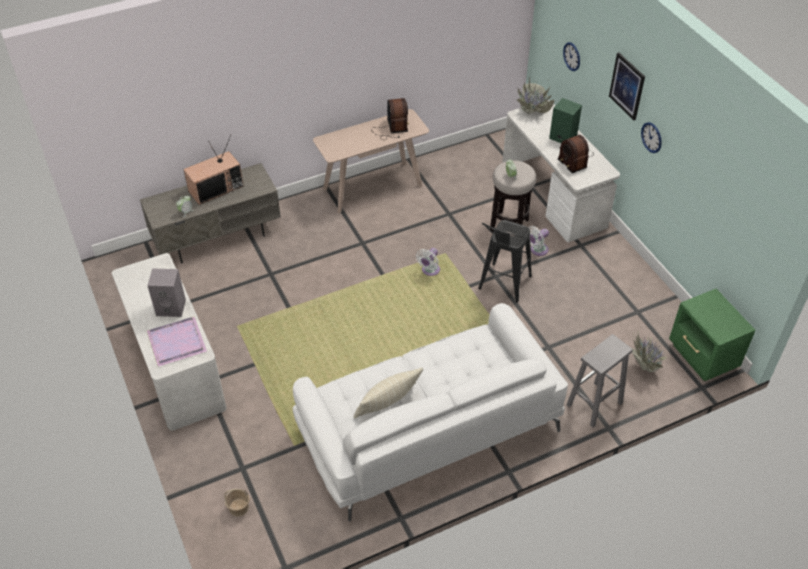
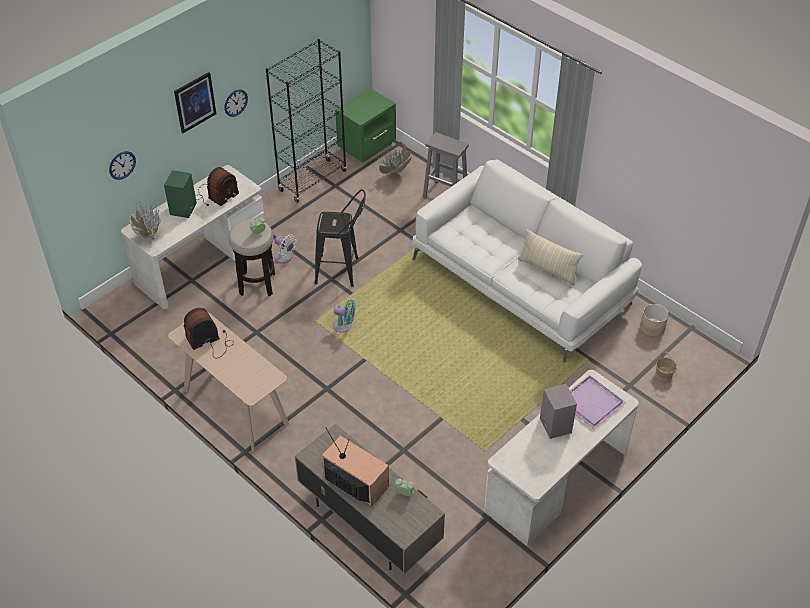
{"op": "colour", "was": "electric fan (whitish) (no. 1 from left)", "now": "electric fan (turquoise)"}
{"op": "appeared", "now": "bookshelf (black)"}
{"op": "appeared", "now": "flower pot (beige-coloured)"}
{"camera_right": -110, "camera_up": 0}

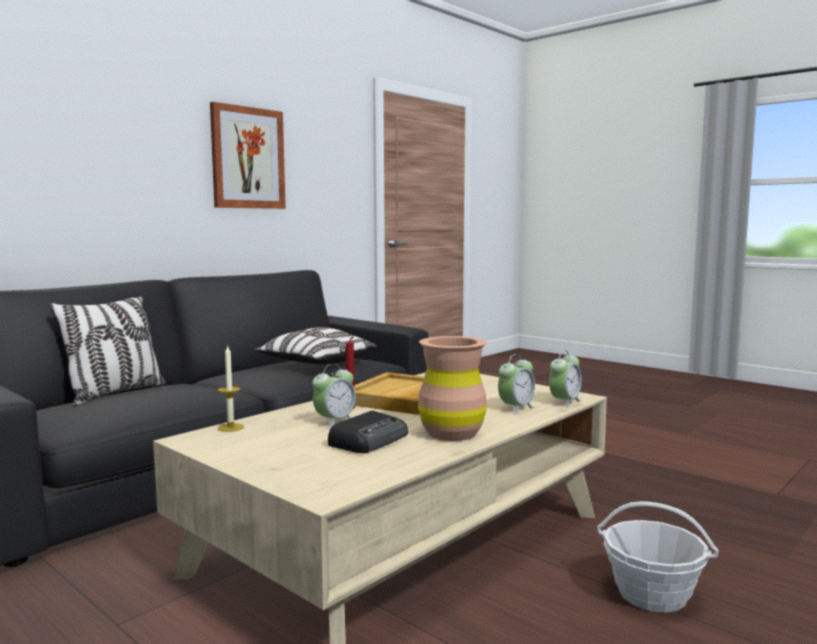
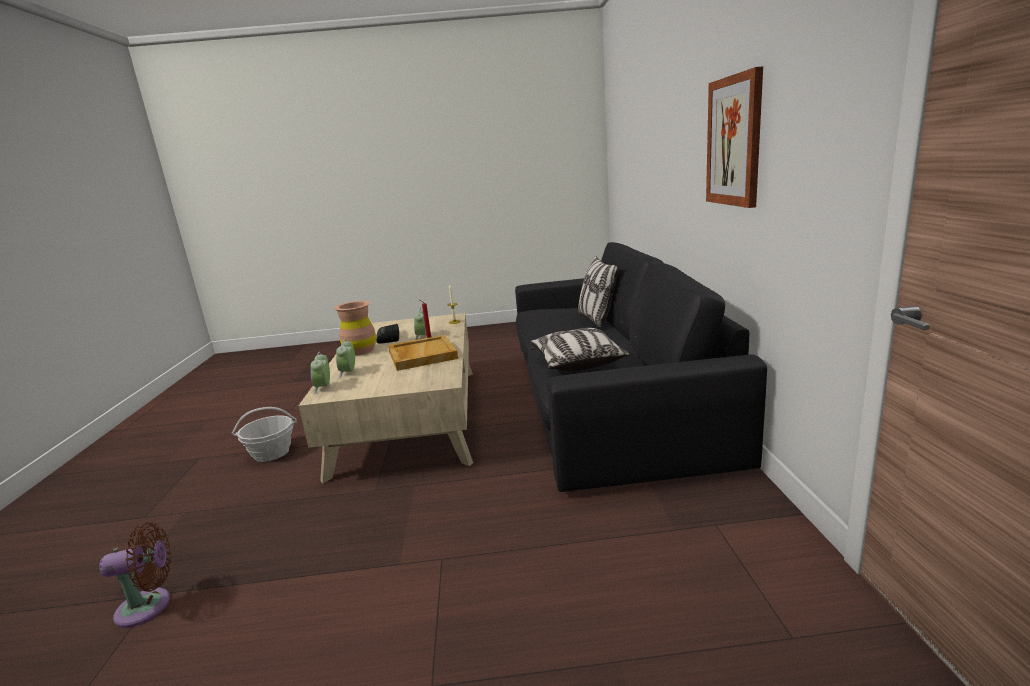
{"op": "appeared", "now": "electric fan (brown)"}
{"camera_right": 135, "camera_up": 10}

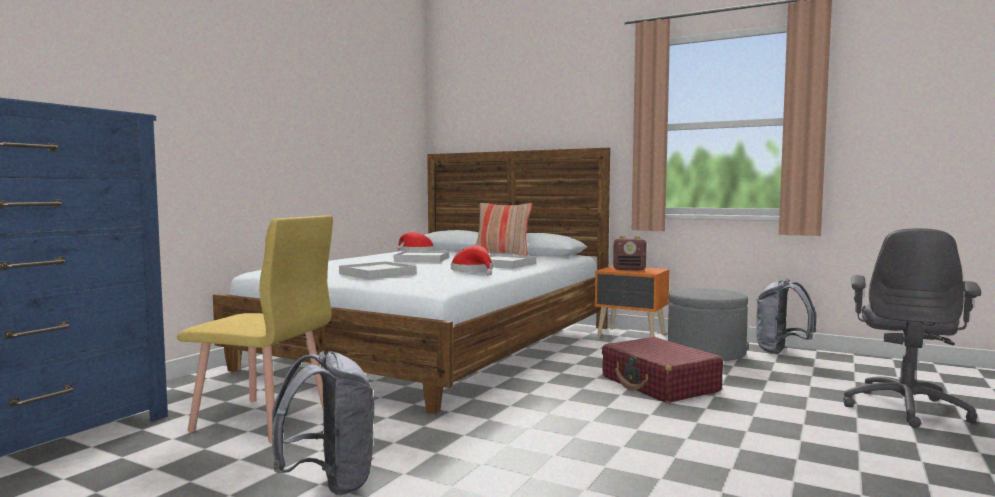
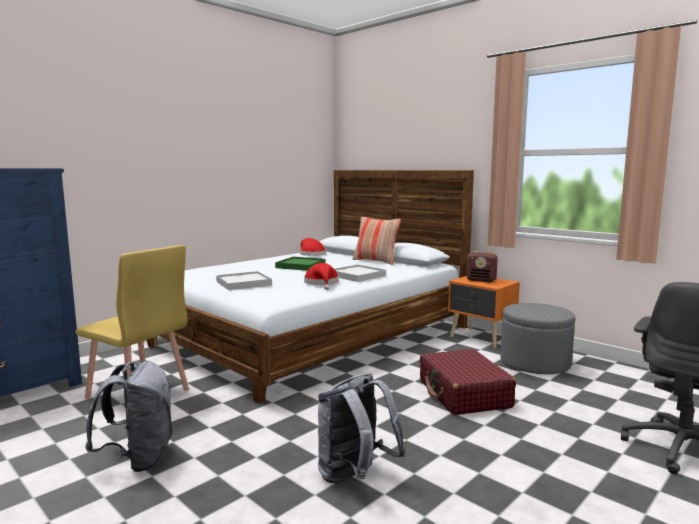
{"op": "colour", "was": "carrying tray (whitish) (no. 2 from left)", "now": "carrying tray (green)"}
{"op": "relocated", "was": "rucksack (gray) (no. 2 from left)"}
{"camera_right": 15, "camera_up": 5}

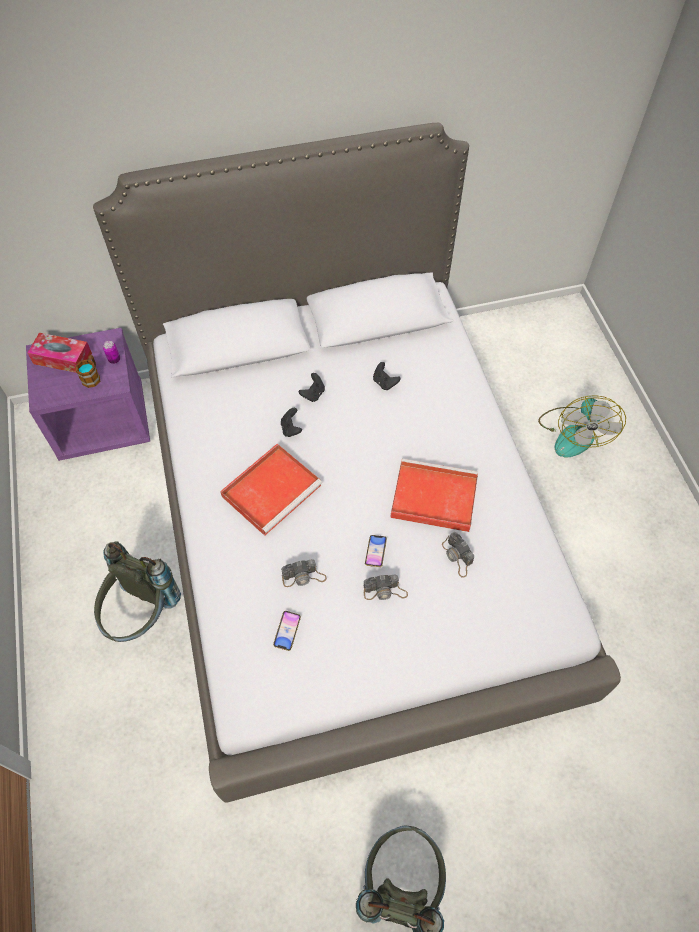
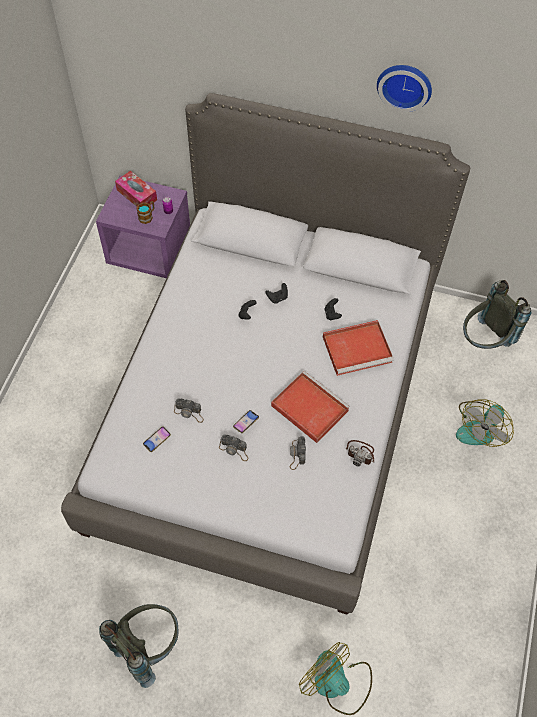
{"op": "relocated", "was": "rucksack (gray) (no. 1 from left in the first image)", "now": "rucksack (gray) (no. 2 from left)"}
{"op": "relocated", "was": "carrying tray (reddish) (no. 1 from left in the first image)", "now": "carrying tray (reddish) (no. 2 from left)"}
{"op": "appeared", "now": "electric fan (no. 1 from left)"}
{"op": "appeared", "now": "still camera (no. 4 from left)"}
{"op": "appeared", "now": "wall clock"}
{"camera_right": 30, "camera_up": 0}

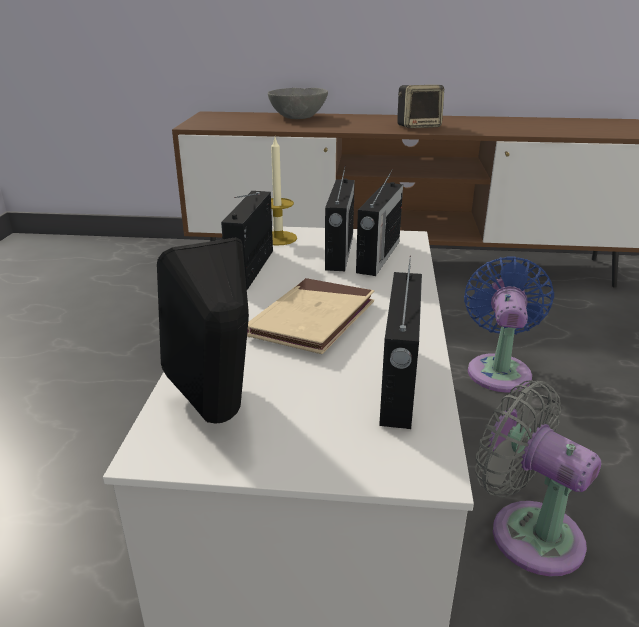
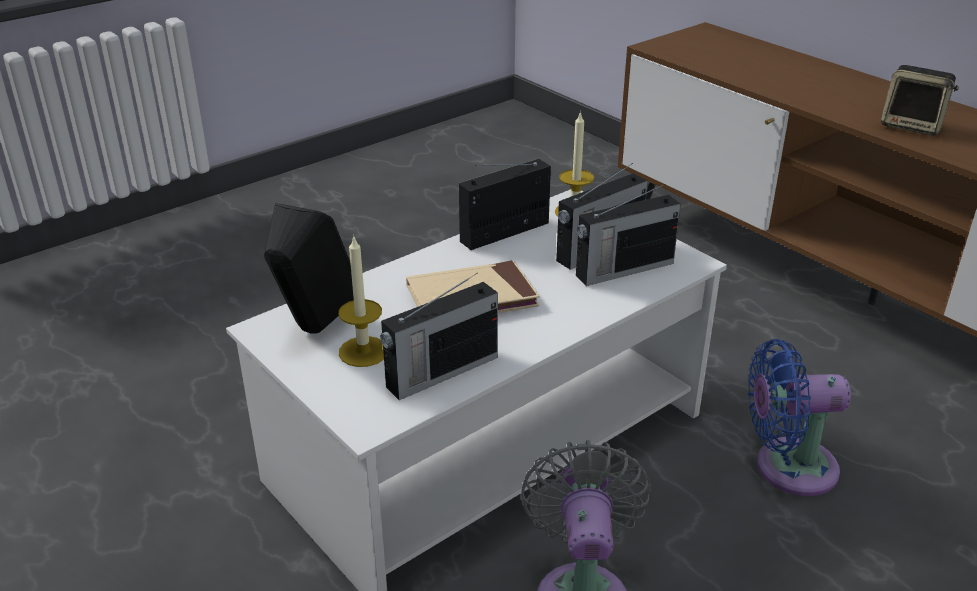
{"op": "missing", "was": "serving bowl (gray)"}
{"op": "spun", "was": "electric fan (blue)", "clockwise": -150}
{"op": "appeared", "now": "wax candle (no. 1 from left)"}
{"camera_right": 45, "camera_up": 5}

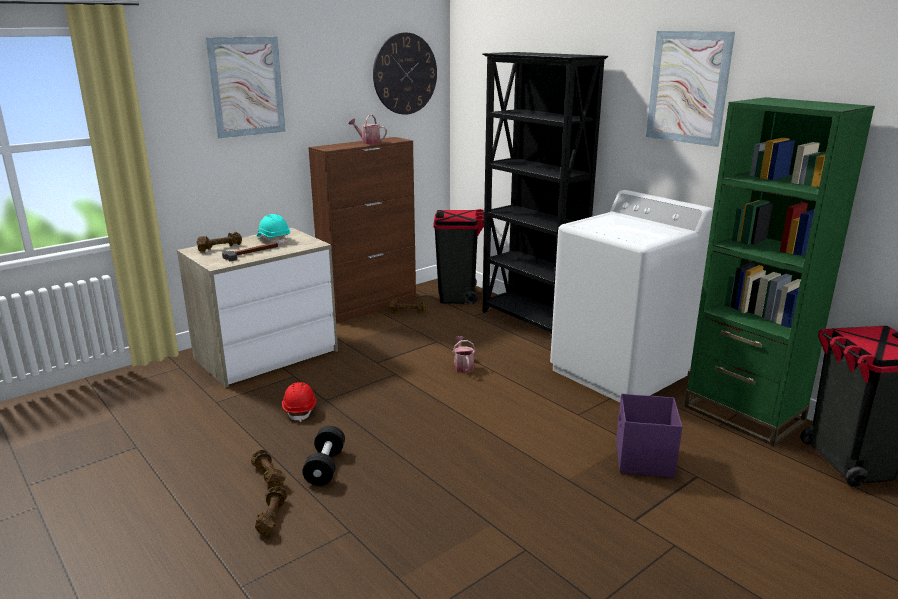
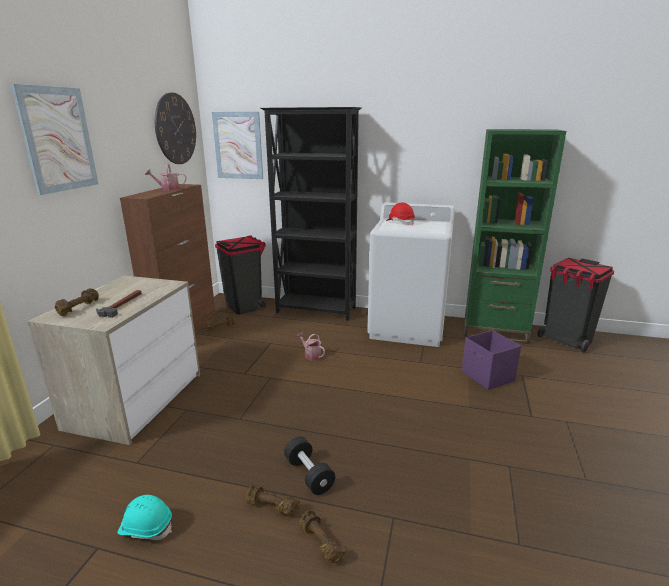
{"op": "relocated", "was": "work helmet (turquoise)"}
{"op": "relocated", "was": "work helmet (reddish)"}
{"op": "relocated", "was": "wall picture (no. 2 from left)"}
{"camera_right": -35, "camera_up": 0}

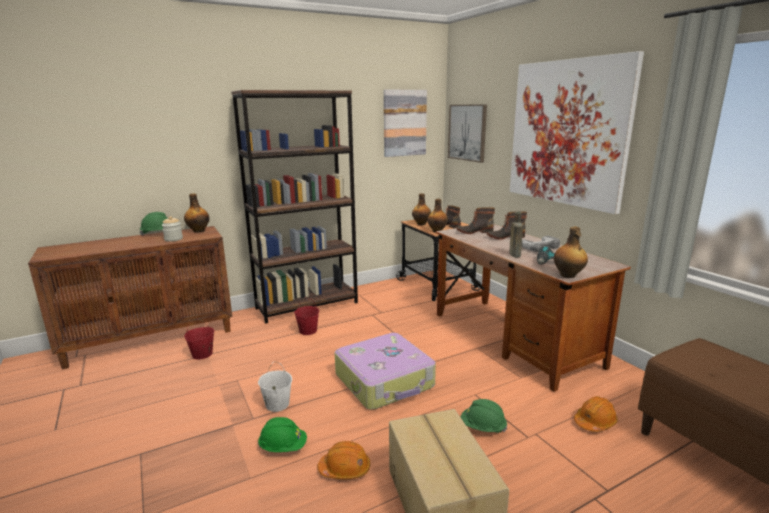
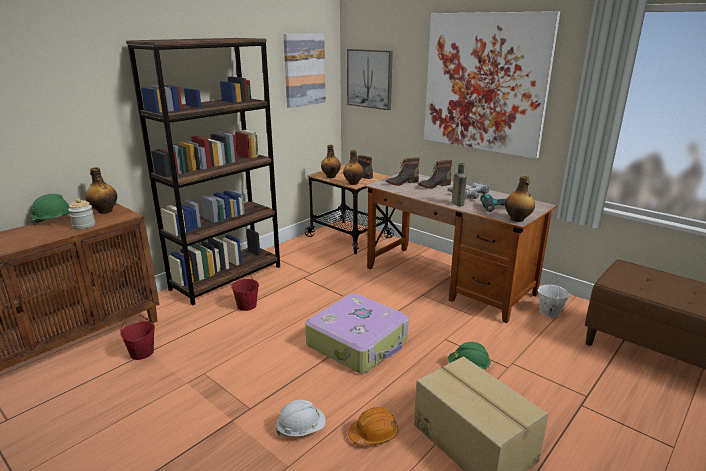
{"op": "relocated", "was": "water bucket (whitish)"}
{"op": "colour", "was": "work helmet (green) (no. 2 from left)", "now": "work helmet (whitish)"}
{"op": "missing", "was": "work helmet (orangey) (no. 2 from left)"}
{"camera_right": -20, "camera_up": 5}

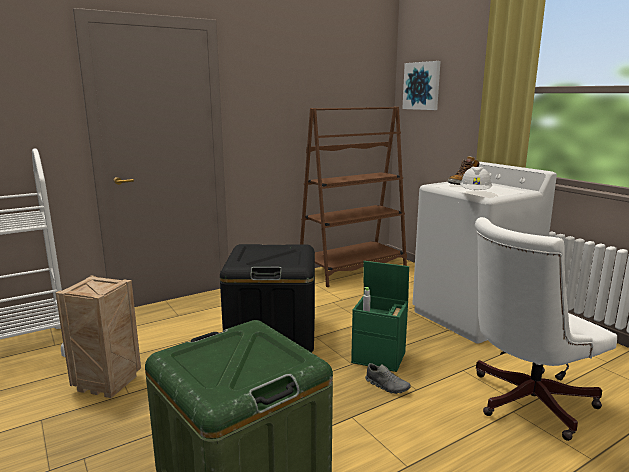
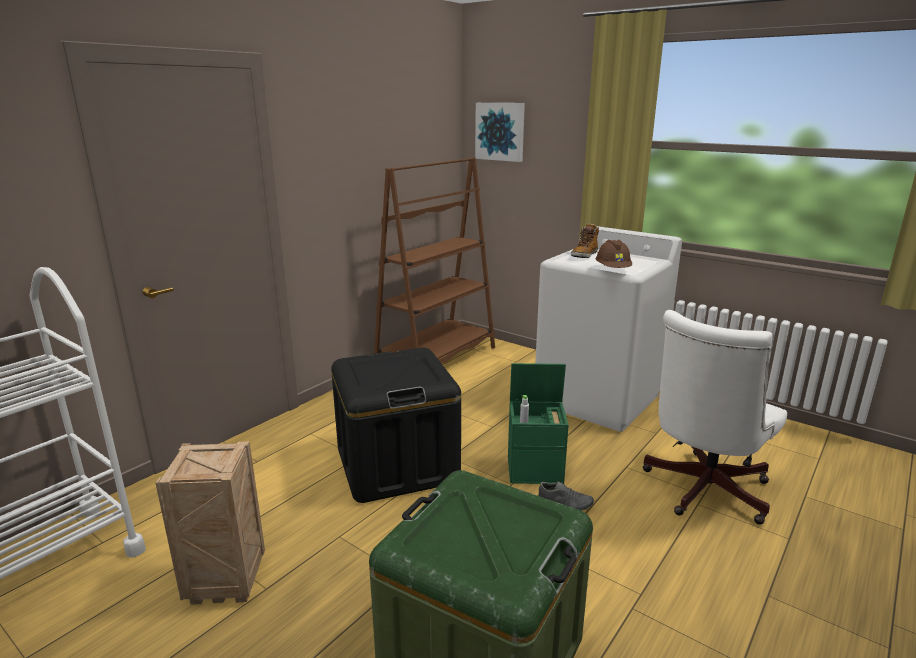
{"op": "colour", "was": "work helmet (whitish)", "now": "work helmet (brown)"}
{"camera_right": -20, "camera_up": 5}

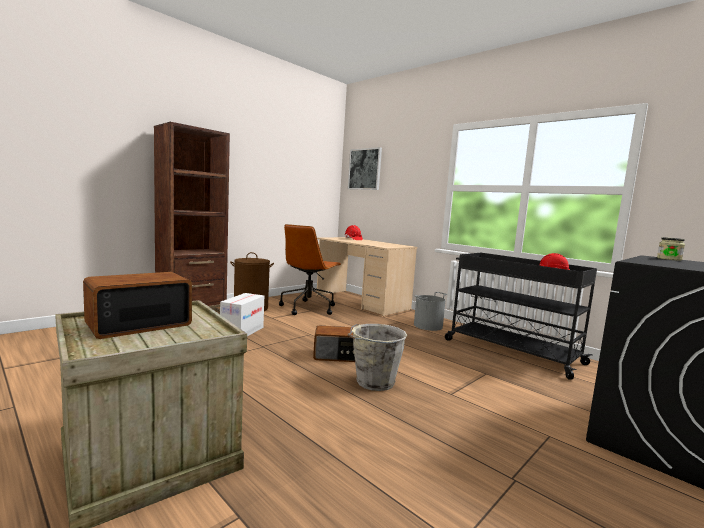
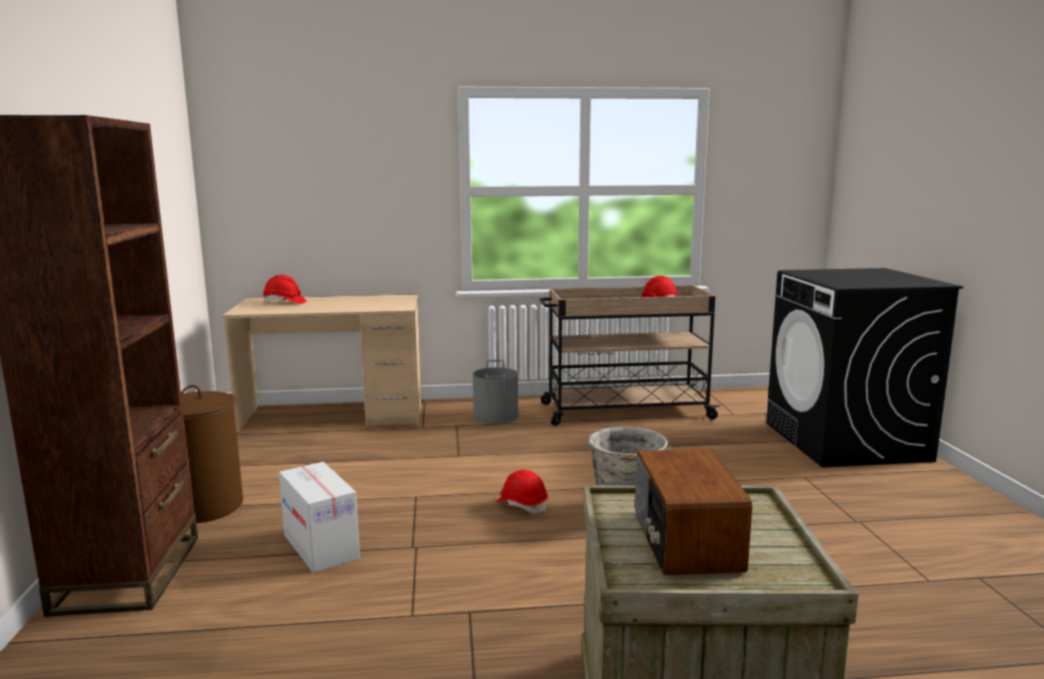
{"op": "missing", "was": "desk chair (brown)"}
{"op": "exchanged", "was": "radio receiver (no. 2 from left)", "now": "work helmet (reddish) (no. 2 from left)"}
{"op": "missing", "was": "wall picture"}
{"op": "colour", "was": "trolley (black)", "now": "trolley (beige-coloured)"}
{"op": "missing", "was": "storage jar"}
{"camera_right": -50, "camera_up": 5}

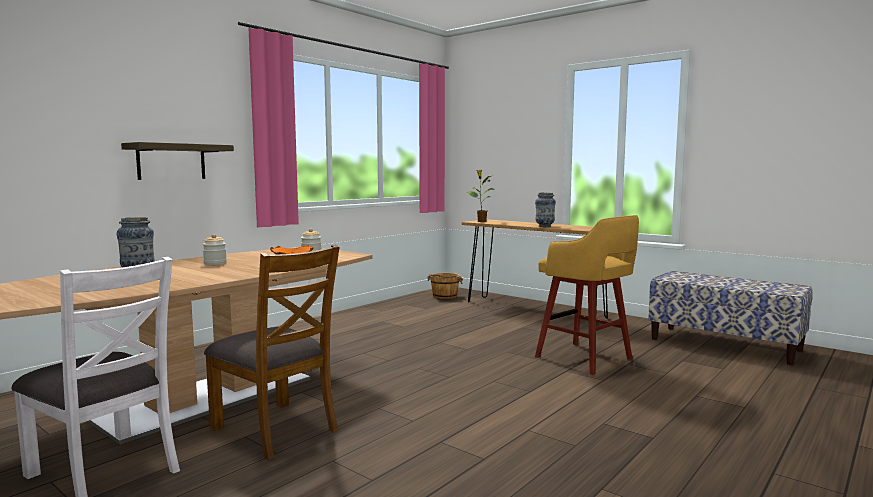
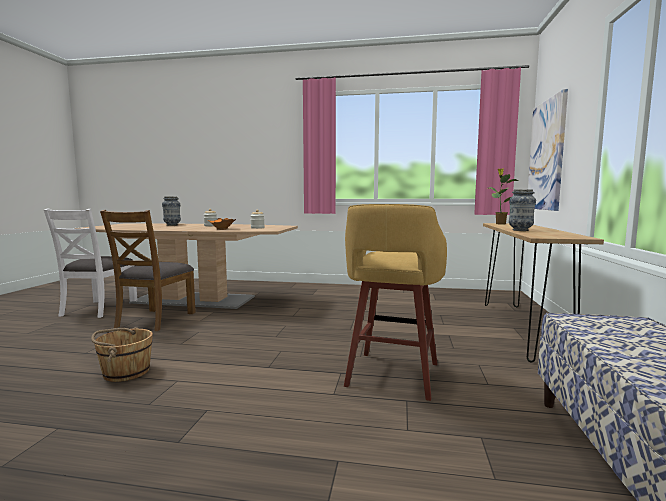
{"op": "missing", "was": "shelf"}
{"op": "relocated", "was": "water bucket (brown)"}
{"op": "appeared", "now": "wall picture"}
{"camera_right": 60, "camera_up": 0}

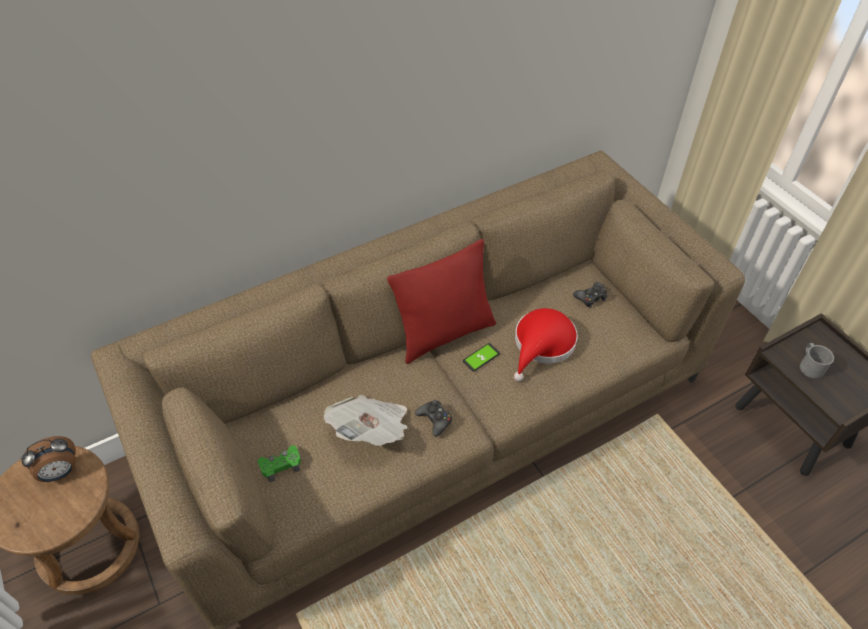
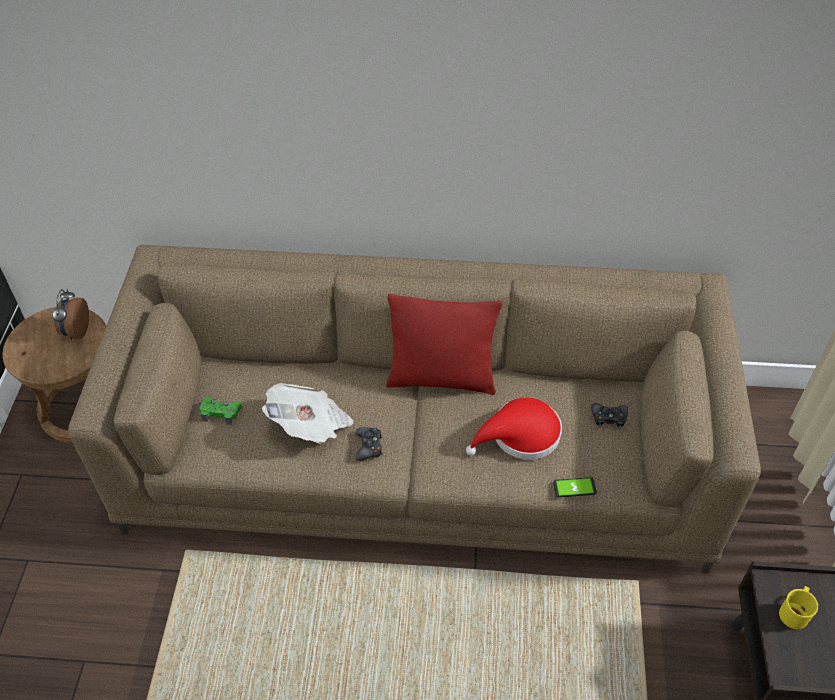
{"op": "spun", "was": "bedside clock", "clockwise": 90}
{"op": "relocated", "was": "phone"}
{"op": "colour", "was": "coffee mug (gray)", "now": "coffee mug (yellow-coloured)"}
{"camera_right": 35, "camera_up": 0}

